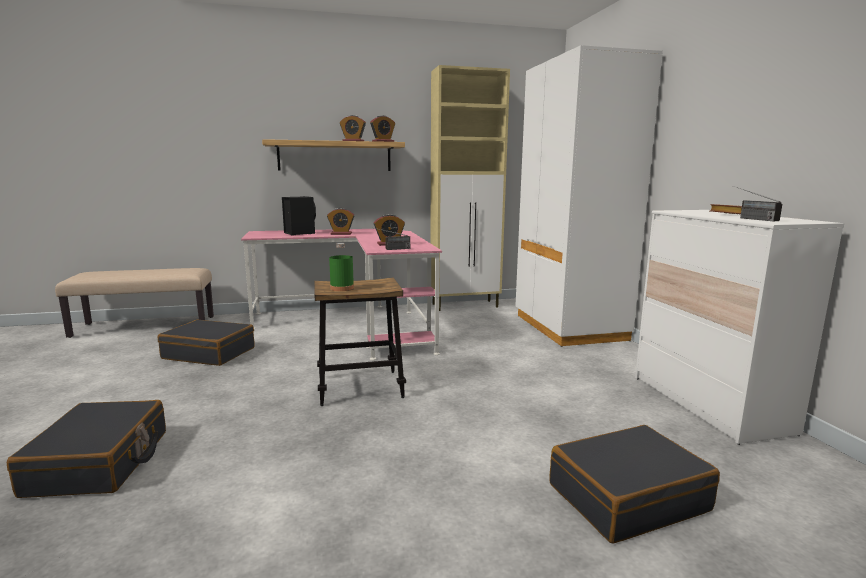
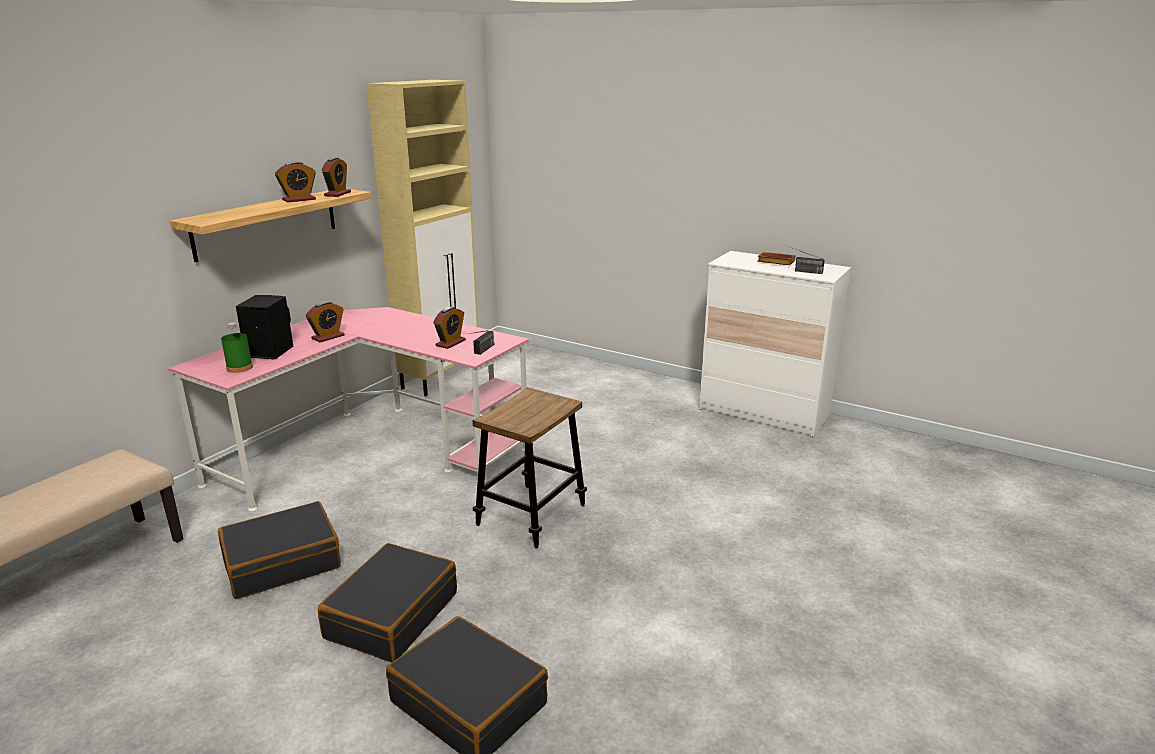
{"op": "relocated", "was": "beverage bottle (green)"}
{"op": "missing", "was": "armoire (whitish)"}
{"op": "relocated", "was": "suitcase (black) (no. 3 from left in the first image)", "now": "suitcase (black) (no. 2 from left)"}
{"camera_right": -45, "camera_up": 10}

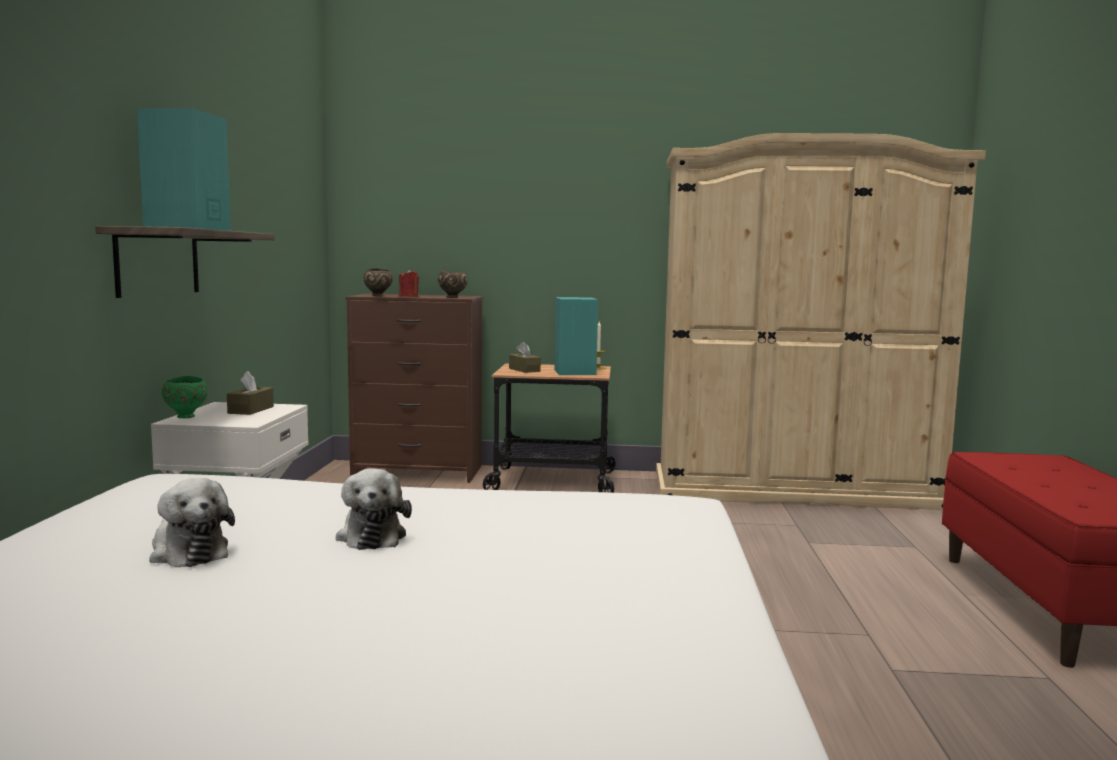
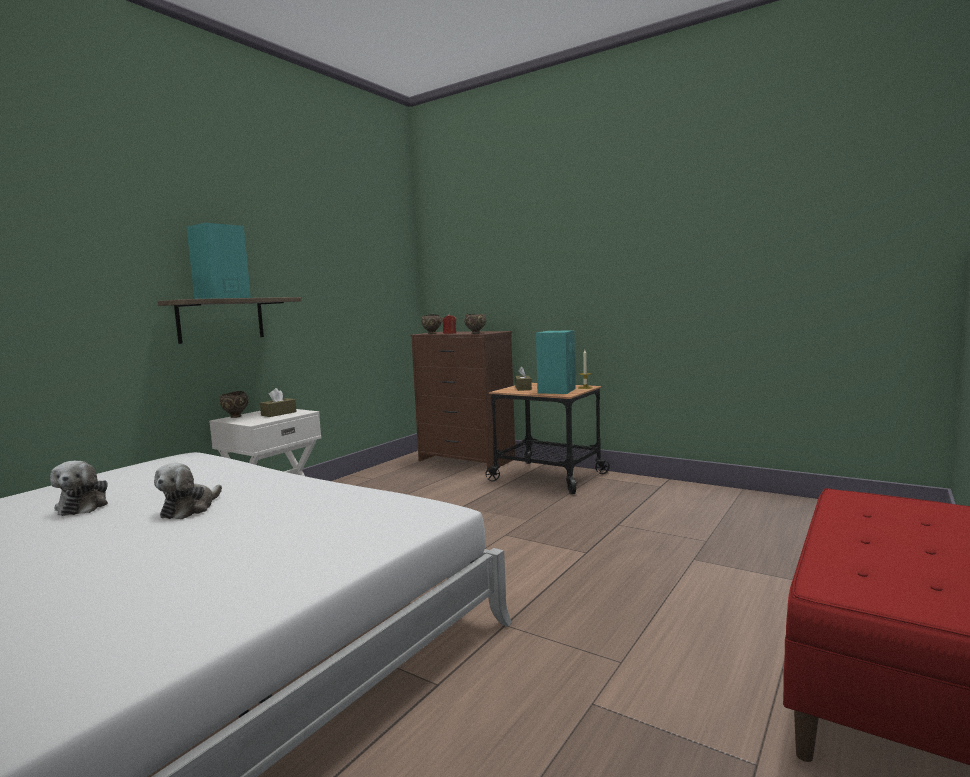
{"op": "colour", "was": "serving bowl (green)", "now": "serving bowl (brown) (no. 1 from left)"}
{"op": "missing", "was": "armoire (beige-coloured)"}
{"camera_right": 30, "camera_up": 0}

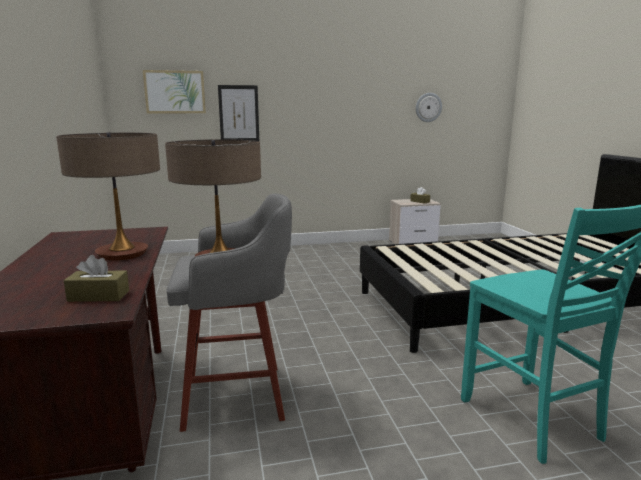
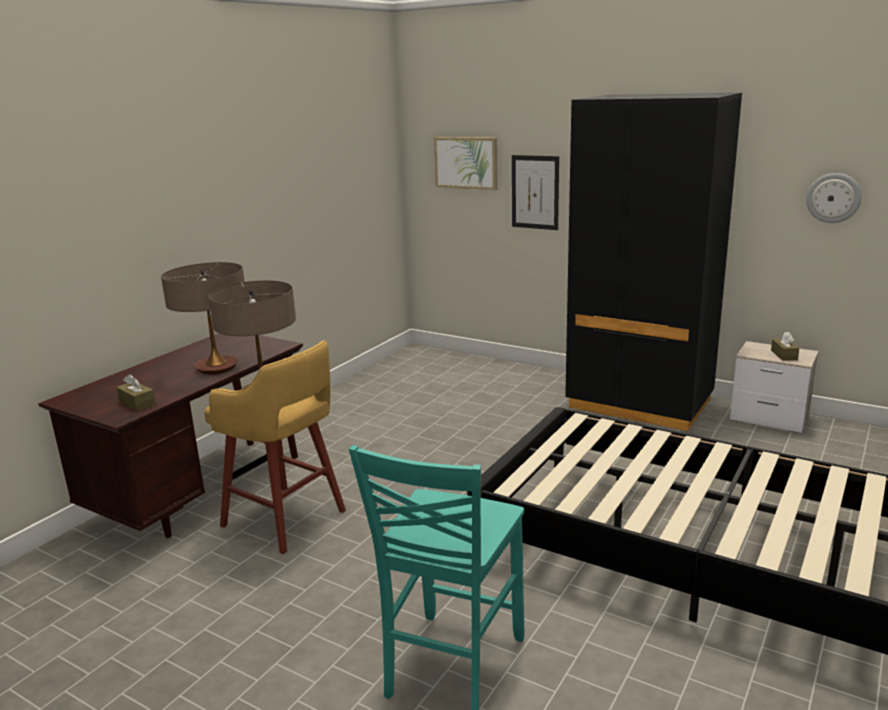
{"op": "colour", "was": "sitting stool (gray)", "now": "sitting stool (yellow-coloured)"}
{"op": "appeared", "now": "armoire (black)"}
{"camera_right": 45, "camera_up": 5}

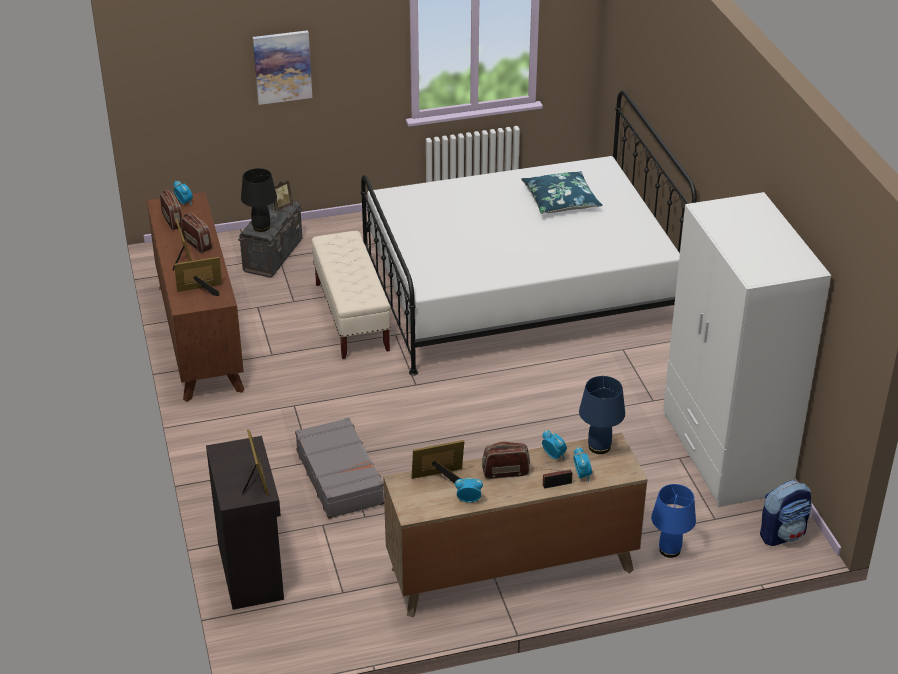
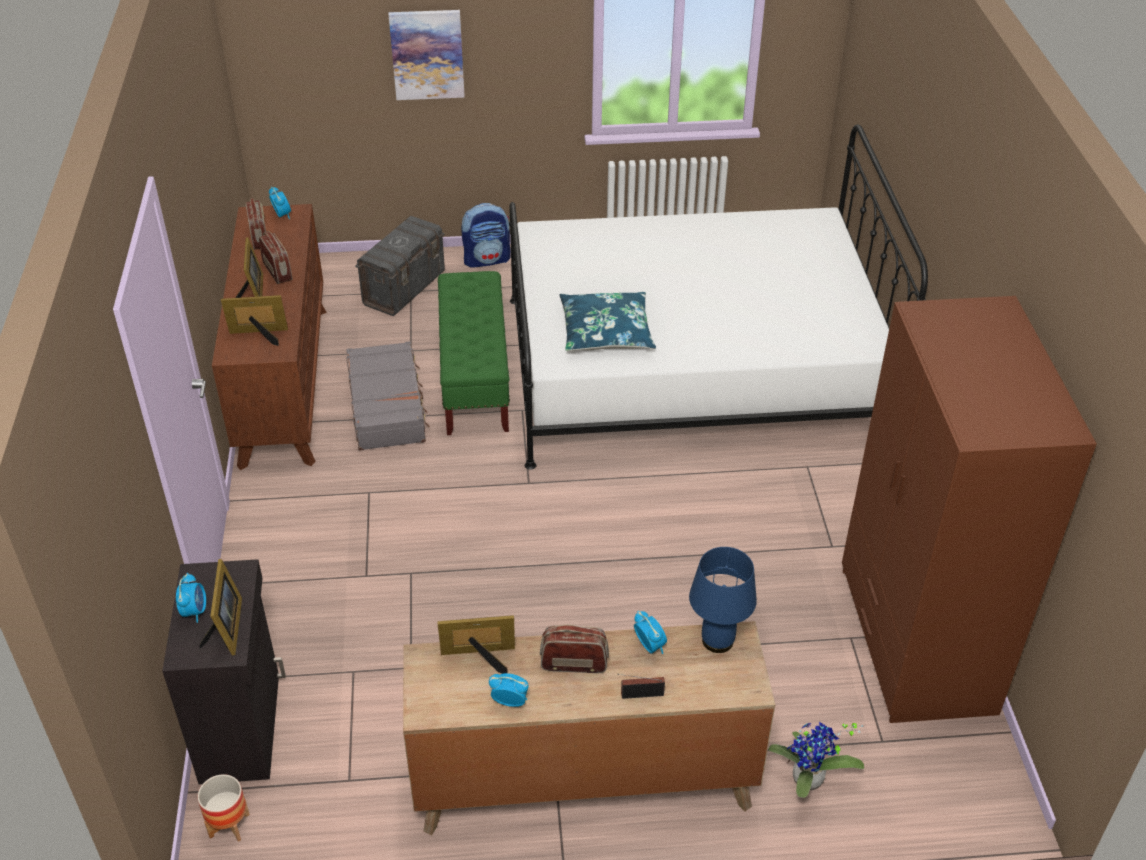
{"op": "missing", "was": "tabletop lamp (black)"}
{"op": "missing", "was": "picture frame (no. 4 from left)"}
{"op": "relocated", "was": "suitcase (gray)"}
{"op": "colour", "was": "bench (beige-coloured)", "now": "bench (green)"}
{"op": "relocated", "was": "pillow (blue)"}
{"op": "relocated", "was": "bedside clock (no. 4 from left in the first image)", "now": "bedside clock (no. 1 from left)"}
{"op": "exchanged", "was": "tabletop lamp (blue) (no. 2 from left)", "now": "plant in a pot"}
{"op": "colour", "was": "armoire (whitish)", "now": "armoire (brown)"}
{"op": "relocated", "was": "rucksack"}
{"op": "appeared", "now": "flower pot"}
{"camera_right": 10, "camera_up": 5}

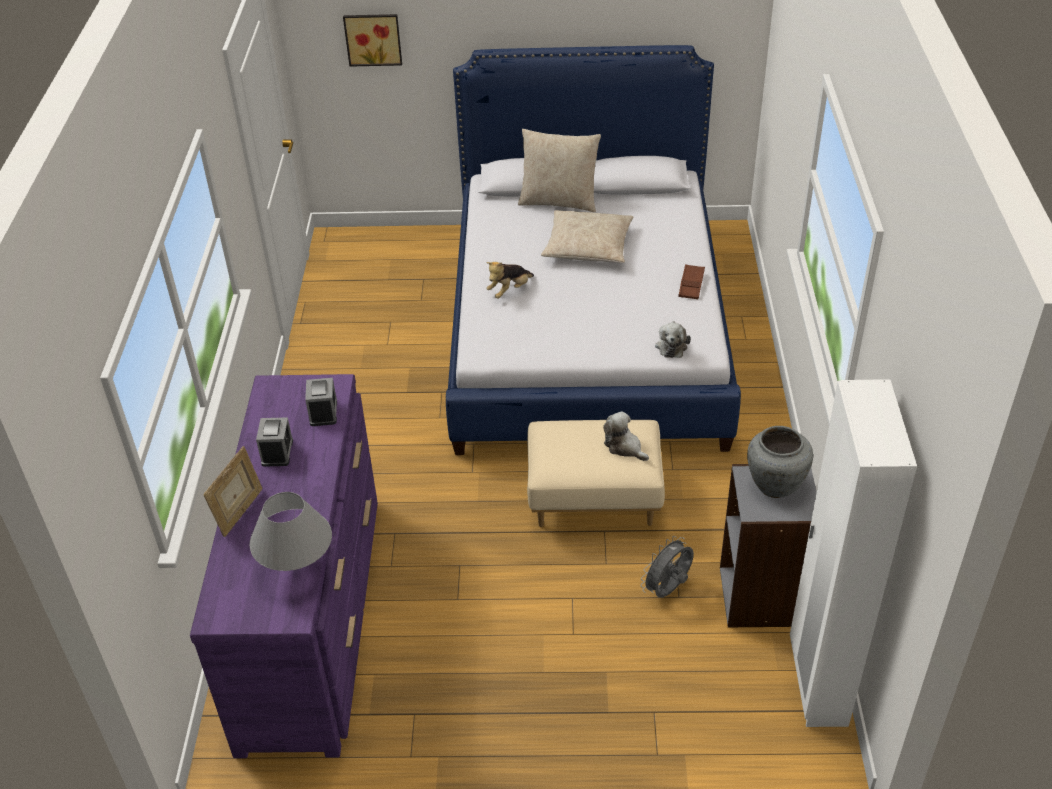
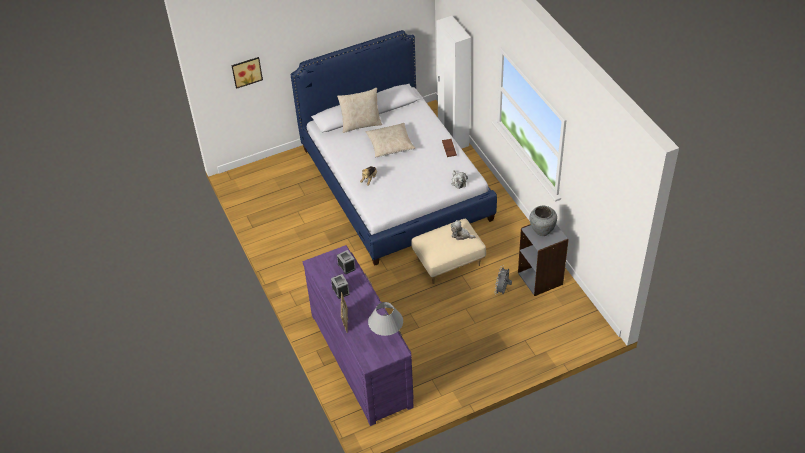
{"op": "relocated", "was": "armoire (whitish)"}
{"camera_right": -25, "camera_up": 5}

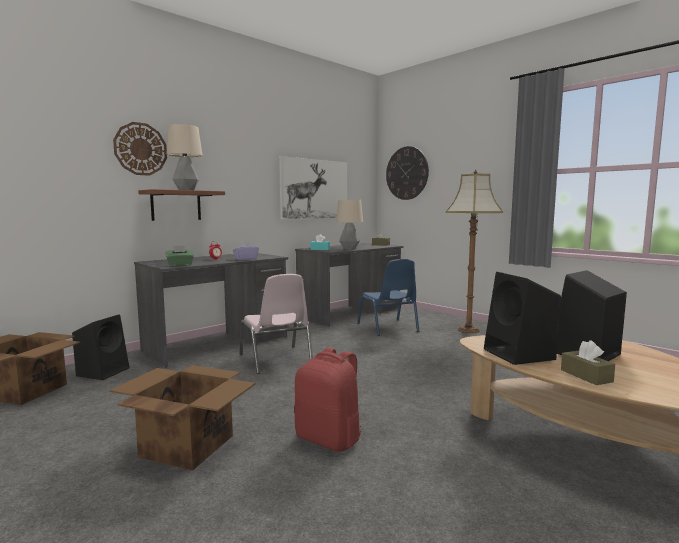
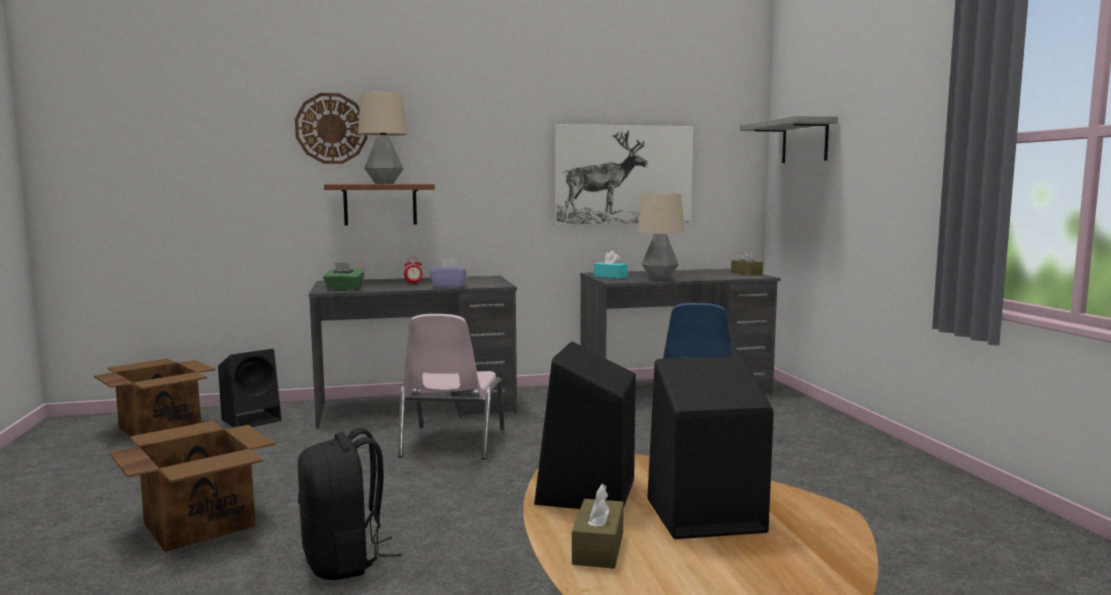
{"op": "colour", "was": "rucksack (reddish)", "now": "rucksack (black)"}
{"op": "exchanged", "was": "wall clock (no. 2 from left)", "now": "shelf (gray)"}
{"op": "missing", "was": "standing lamp"}
{"camera_right": 30, "camera_up": 0}

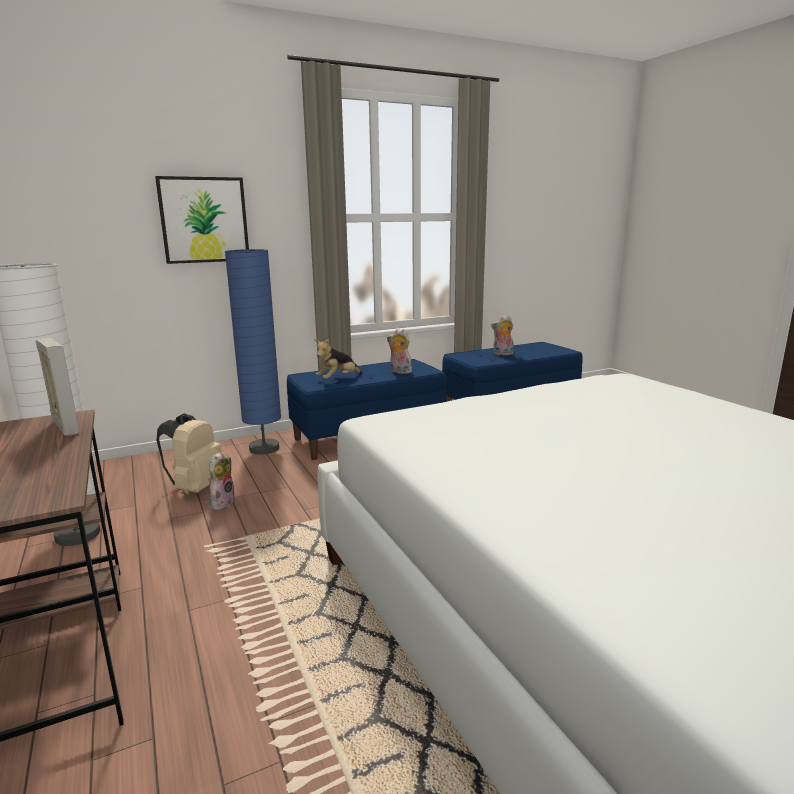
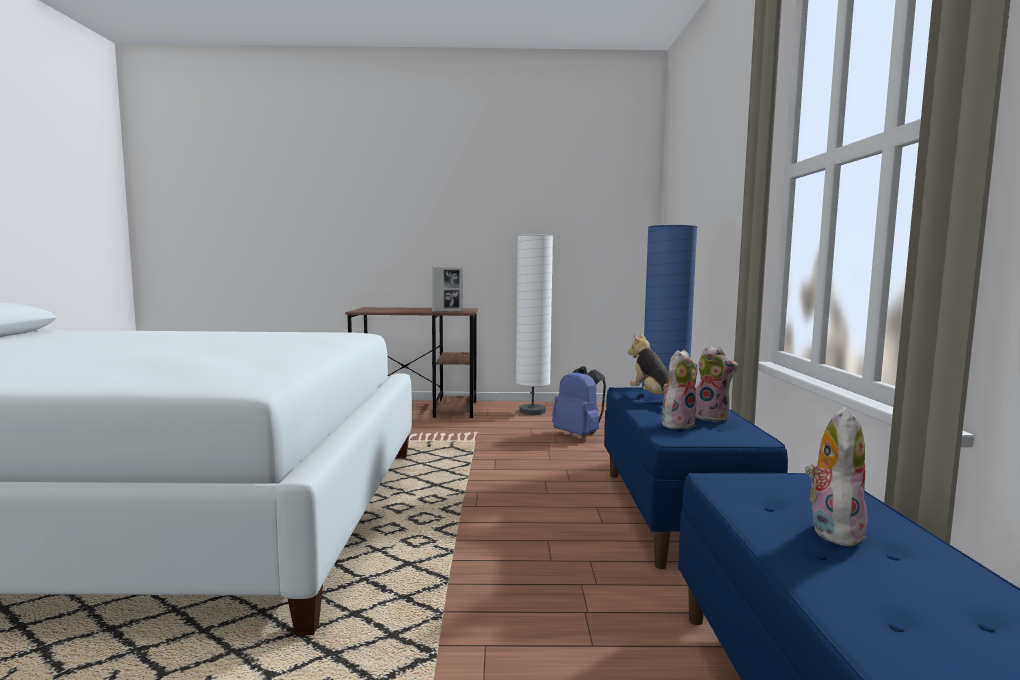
{"op": "missing", "was": "wall picture"}
{"op": "colour", "was": "rucksack (beige-coloured)", "now": "rucksack (blue)"}
{"op": "relocated", "was": "plush toy (no. 1 from left in the first image)", "now": "plush toy (no. 3 from left)"}
{"camera_right": 115, "camera_up": -10}

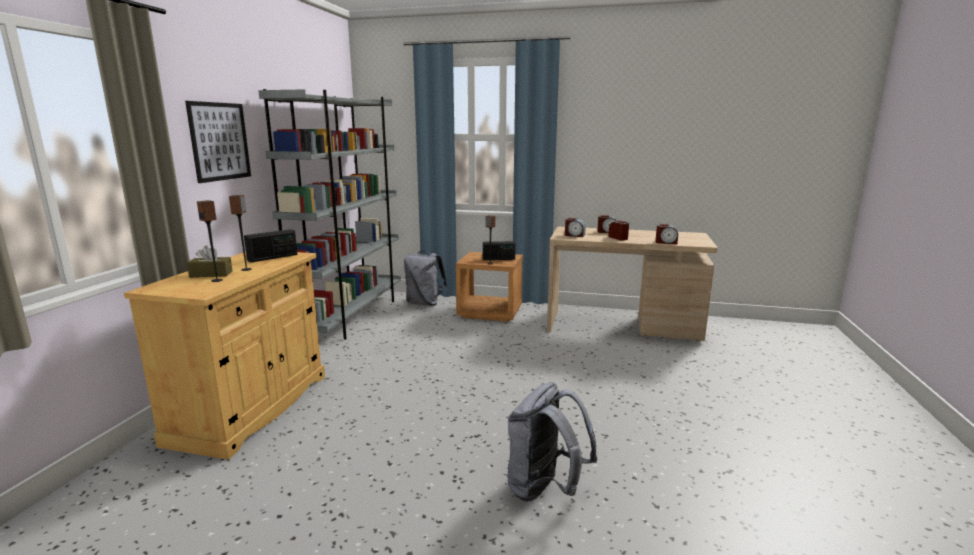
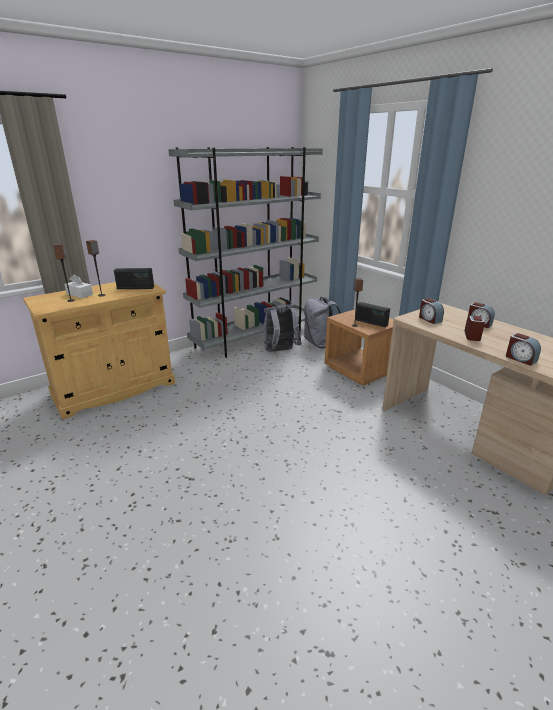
{"op": "missing", "was": "wall picture"}
{"op": "colour", "was": "box of tissues (brown)", "now": "box of tissues (whitish)"}
{"op": "relocated", "was": "rucksack (gray) (no. 2 from left in the first image)", "now": "rucksack (gray) (no. 1 from left)"}
{"camera_right": 40, "camera_up": 10}

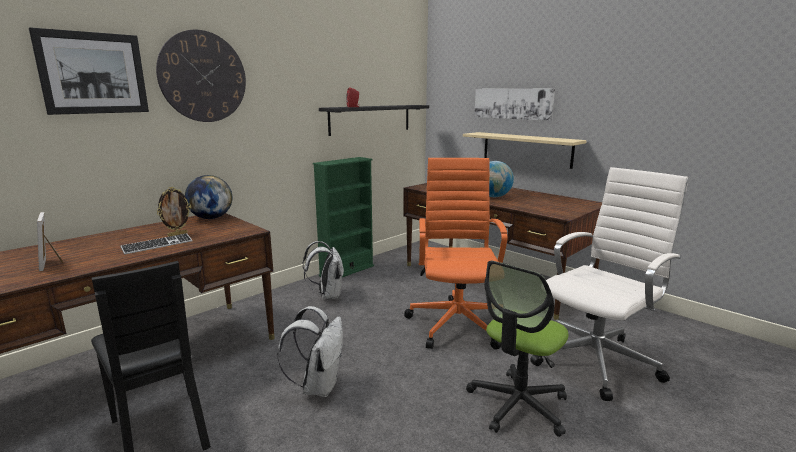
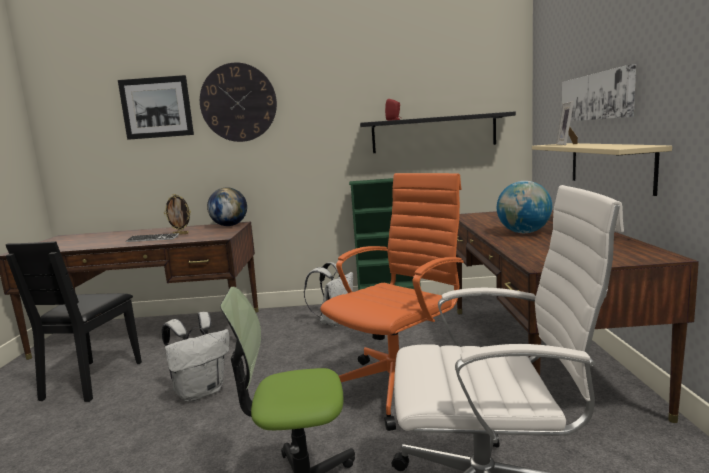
{"op": "relocated", "was": "picture frame (no. 1 from left in the first image)", "now": "picture frame (no. 2 from left)"}
{"camera_right": 45, "camera_up": -5}

